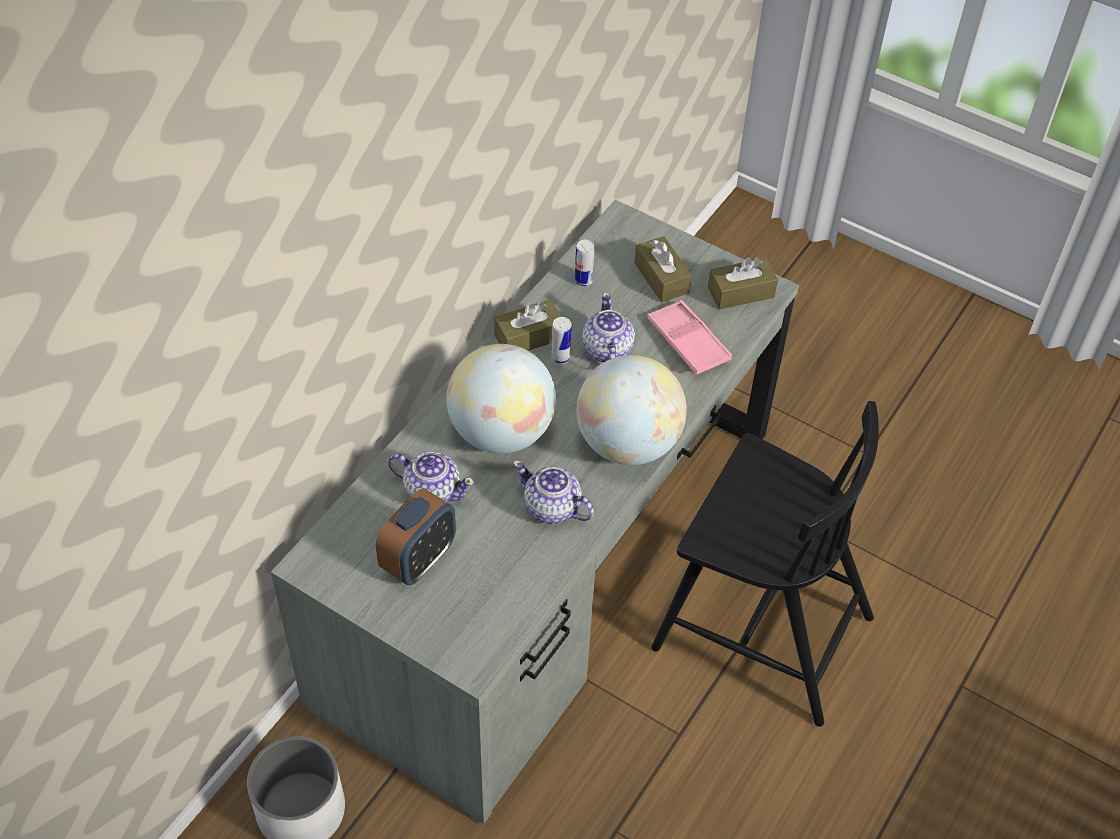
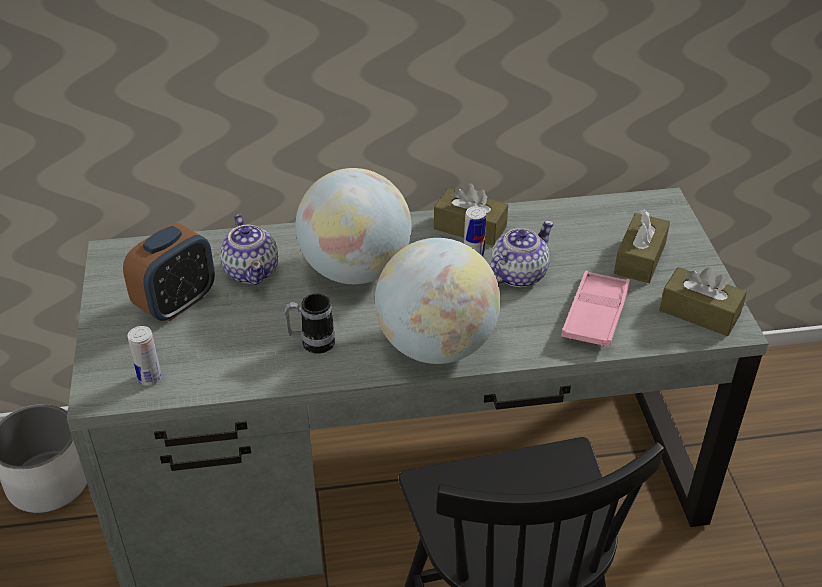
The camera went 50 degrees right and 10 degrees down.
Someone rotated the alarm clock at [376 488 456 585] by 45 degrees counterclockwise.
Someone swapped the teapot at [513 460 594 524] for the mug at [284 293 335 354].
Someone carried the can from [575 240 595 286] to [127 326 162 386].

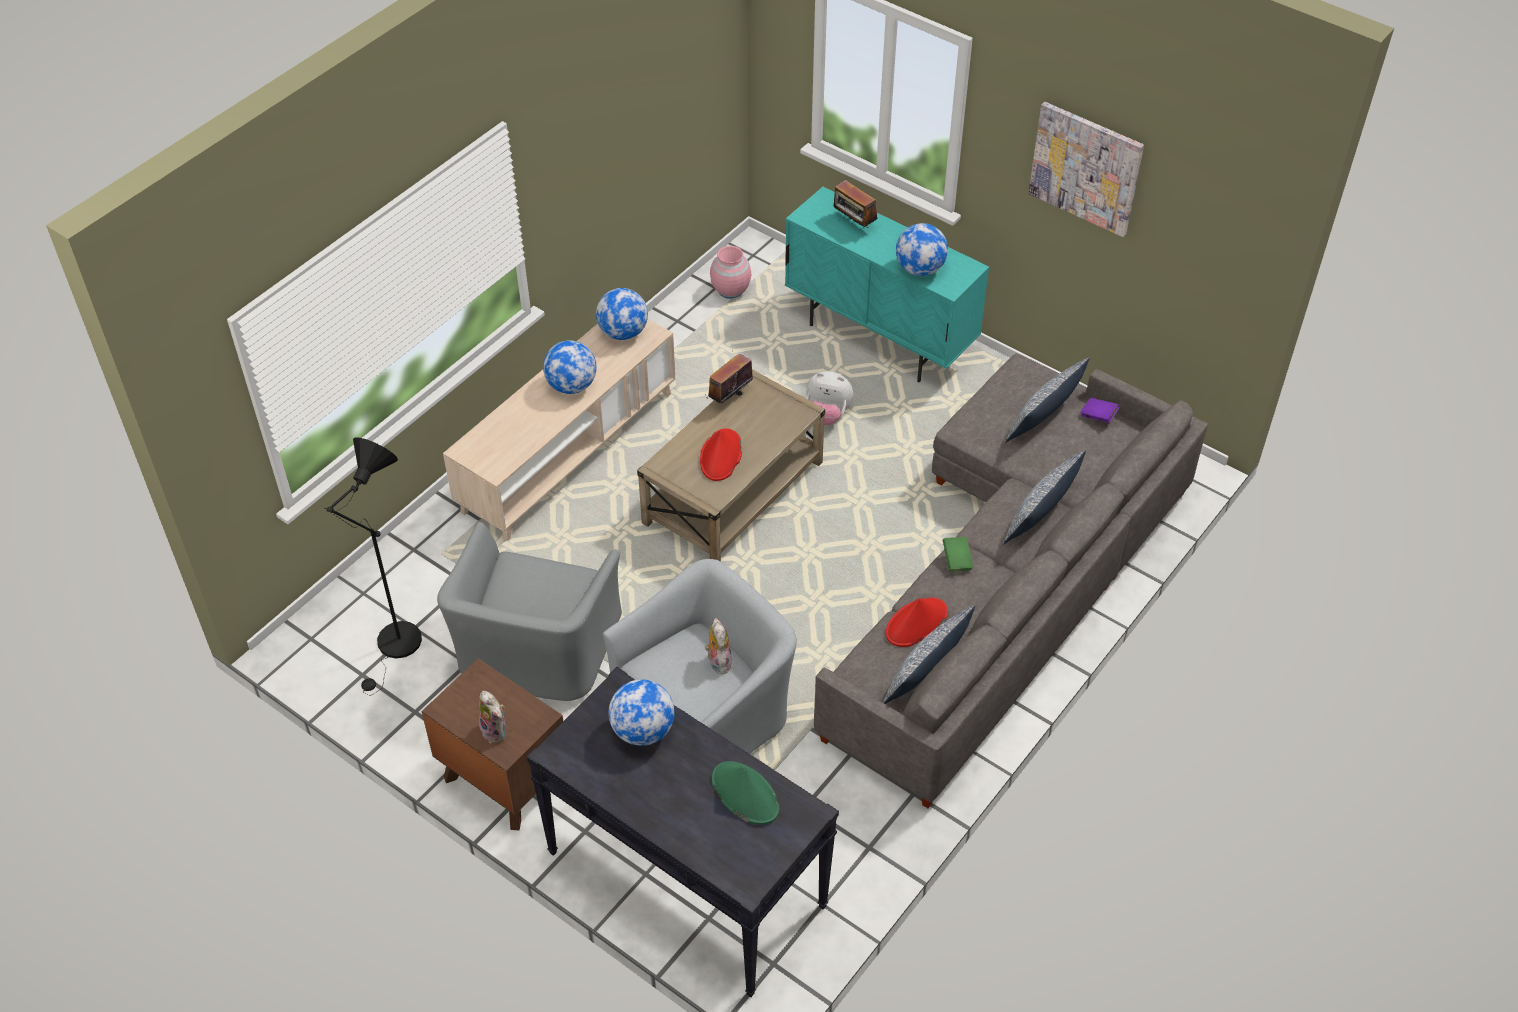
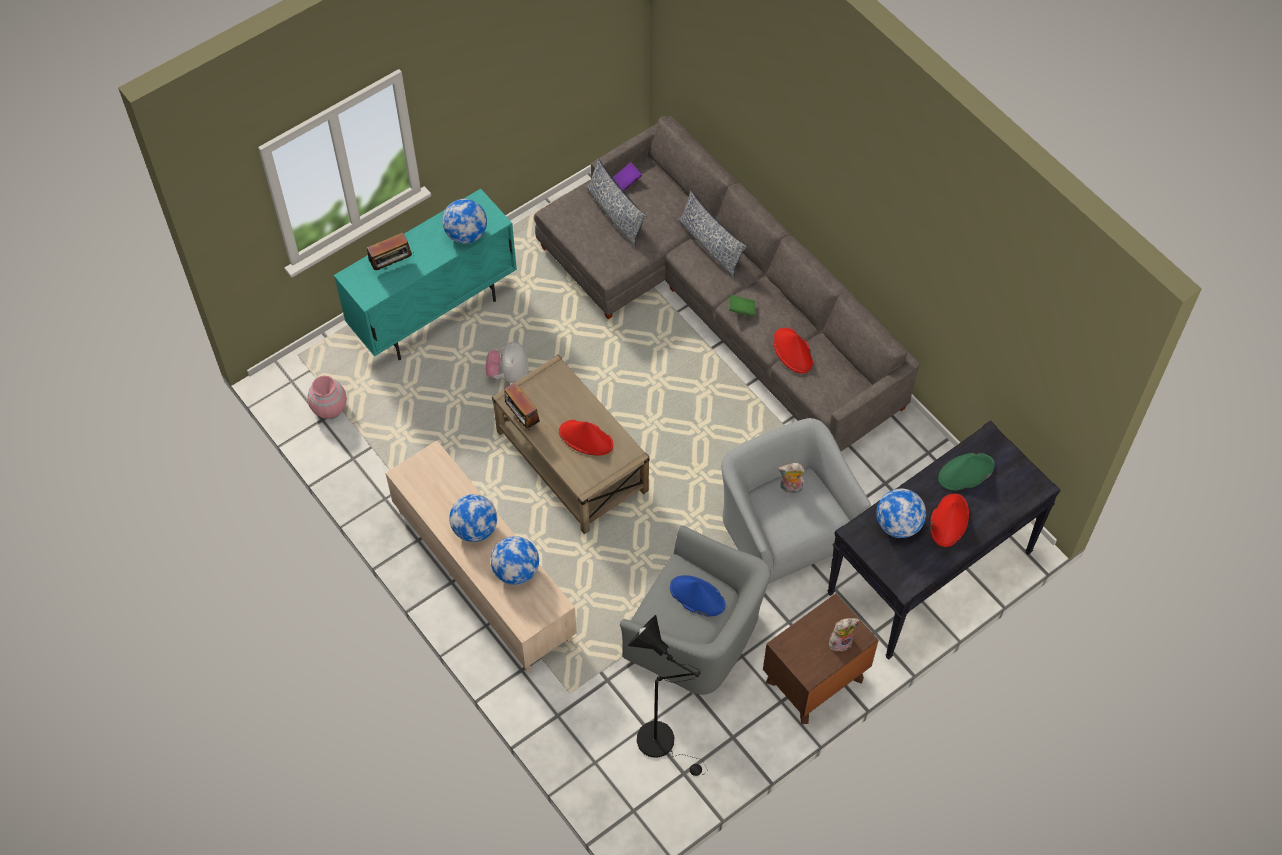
The camera went 75 degrees left and 10 degrees up.
Someone carried the globe from [596 288 648 340] to [491 536 539 585].
Someone rotated the plush toy at [806 371 853 426] by 150 degrees clockwise.
Someone took away the pillow at [883 605 975 704].
Someone took away the picture at [1028 102 1144 237].
Someone put down the blue hat at [670 575 725 617].
Someone put down the red hat at [930 494 969 547].

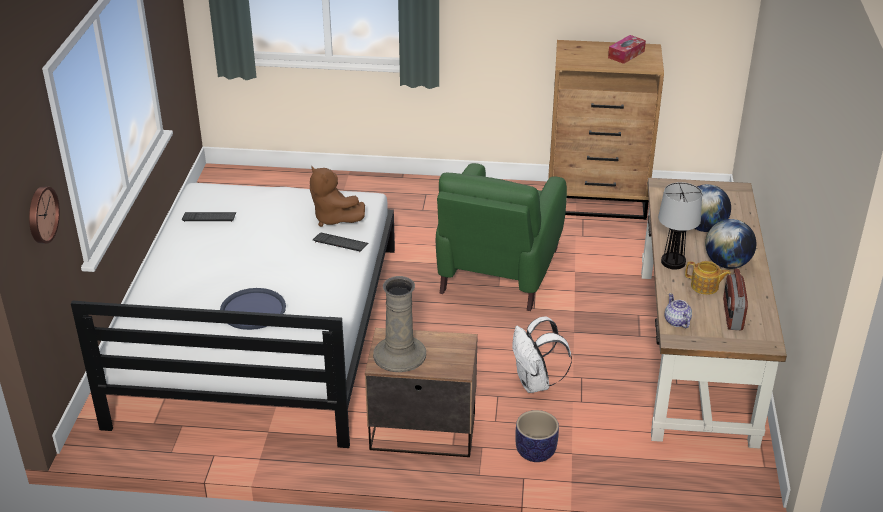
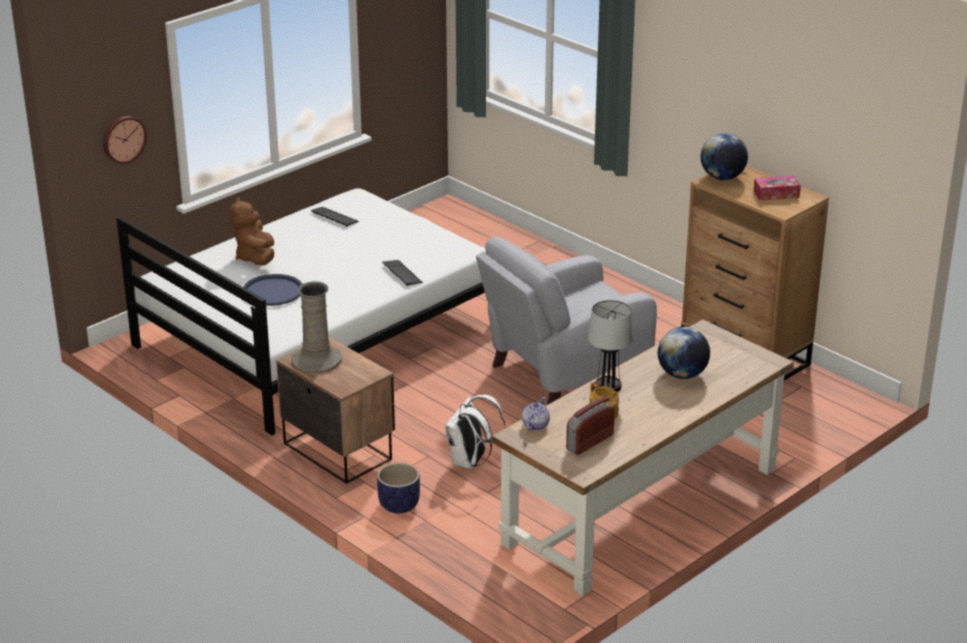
The camera went 40 degrees right and 5 degrees down.
Someone carried the brown plush toy from [310 167 365 227] to [230 197 274 265].
Someone repainted the green armchair at [436 163 567 311], which became the grey armchair at [476 236 657 405].
Someone carried the globe from [705 219 756 269] to [701 133 748 180].

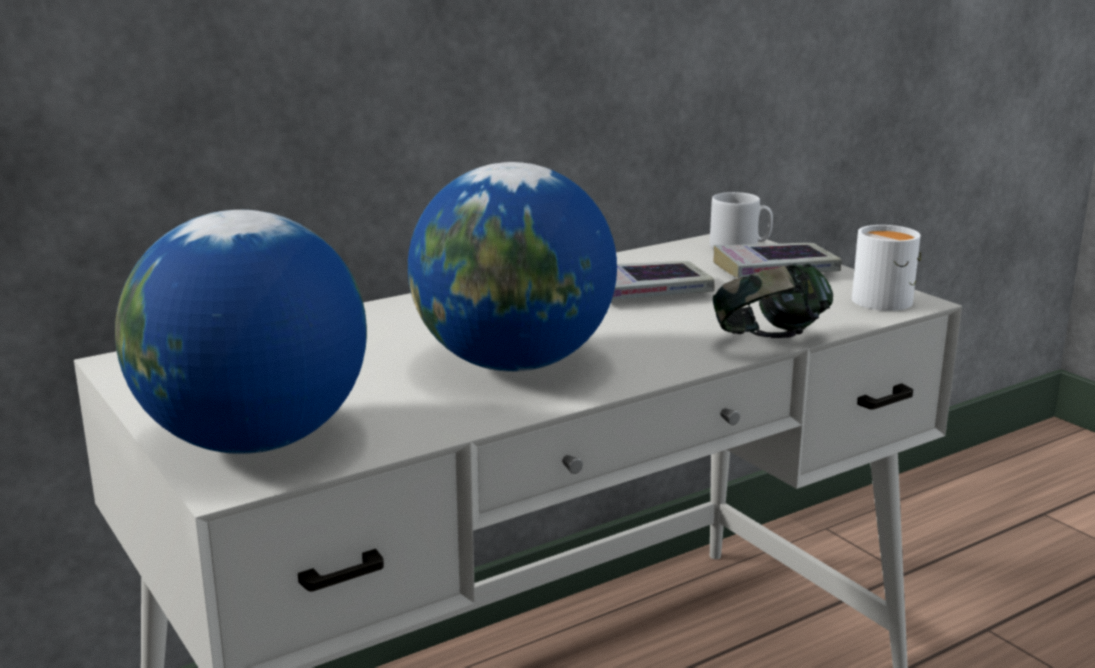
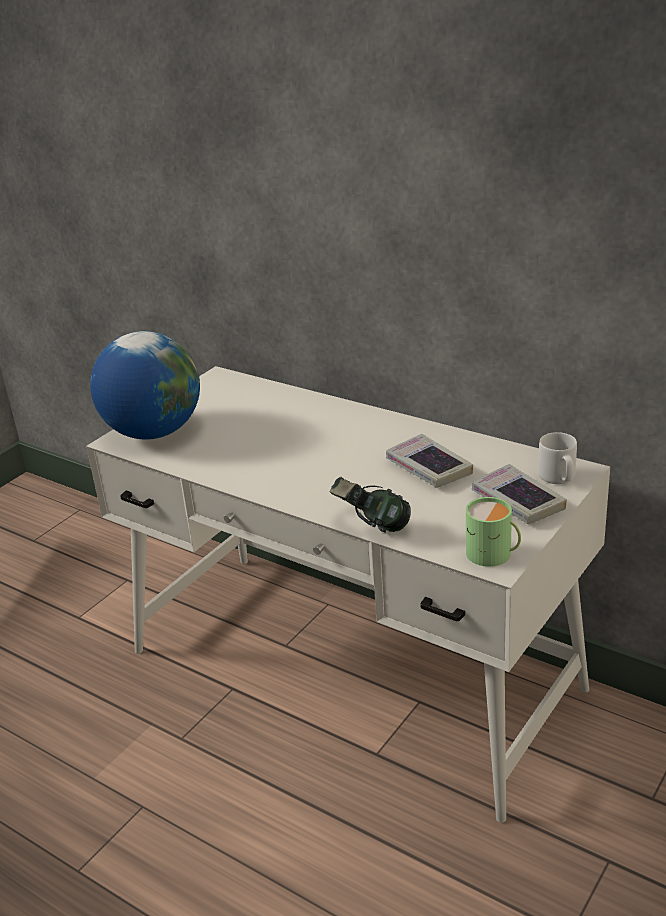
The camera went 70 degrees right and 10 degrees up.
Someone took away the globe at [408 162 617 372].
Someone repainted the white mug at [852 225 921 311], which became the green mug at [466 497 521 567].

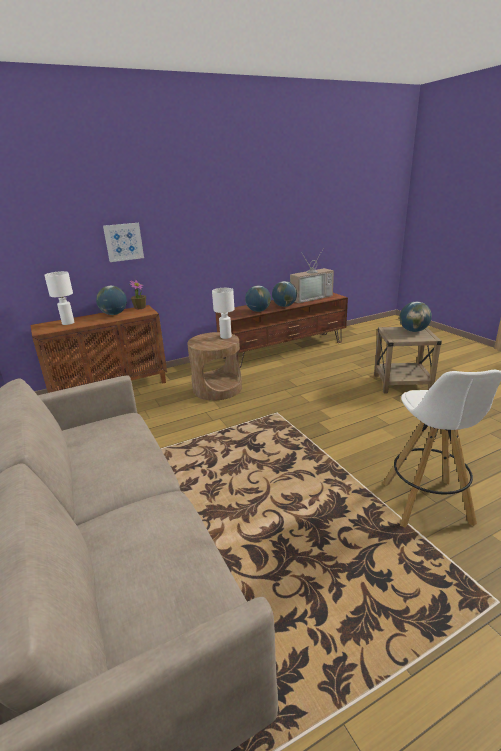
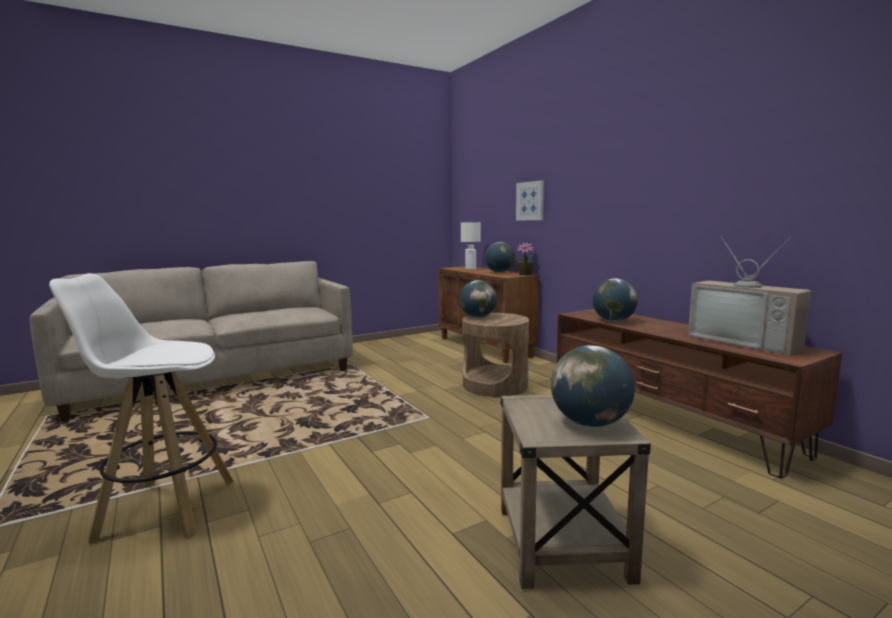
The camera went 85 degrees right and 15 degrees down.
Someone took away the white table lamp at [212 288 234 339].
Someone carried the globe from [272 281 297 307] to [459 280 497 318].

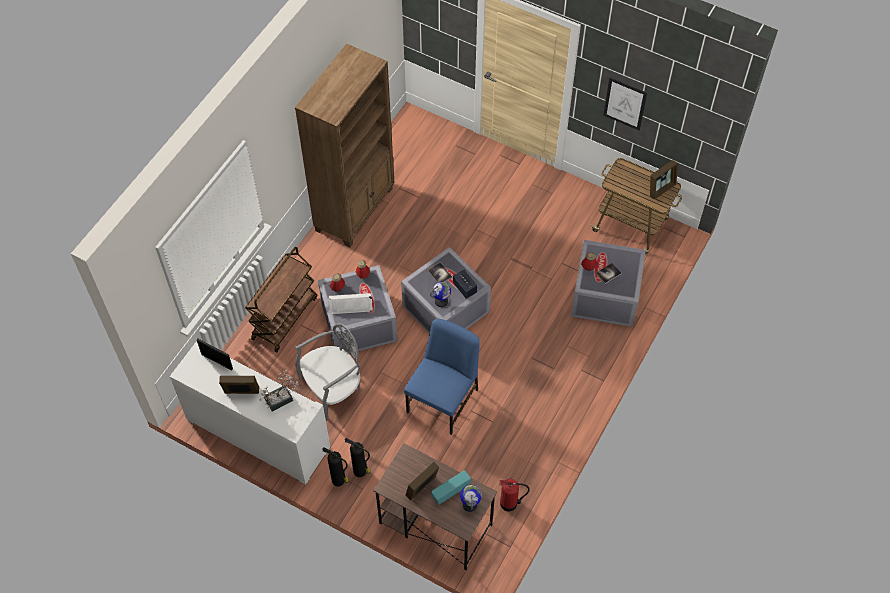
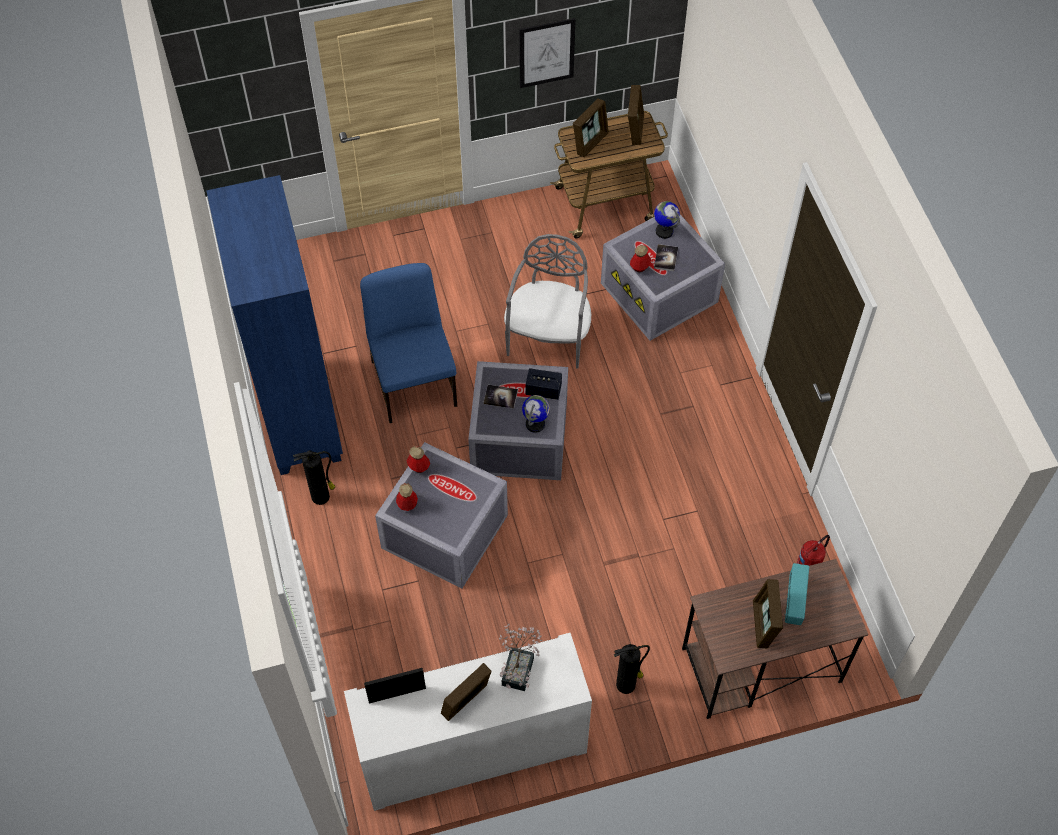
The camera went 45 degrees left and 0 degrees up.
Someone took away the brown cart at [245 247 317 352].
Someone repainted the brown bookcase at [295 44 394 248], which became the blue bookcase at [206 175 343 475].
Someone carried the grey chair from [295 324 360 421] to [504 234 591 369].
Someone carried the fire extinguisher from [322 447 349 486] to [293 450 335 505].
Someone took away the white speaker at [328 293 373 314].
Someone carried the blue chair from [404 319 480 435] to [360 263 457 423].
Someone carried the globe from [460 485 482 512] to [654 201 680 239].
Someone put down the picture frame at [573 98 609 157].

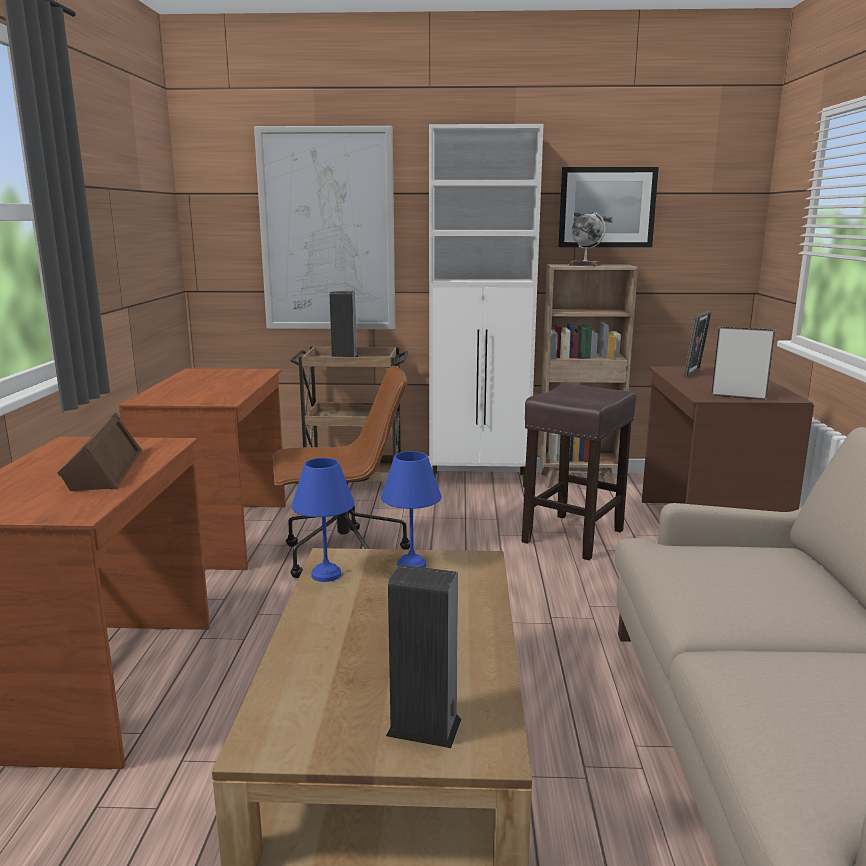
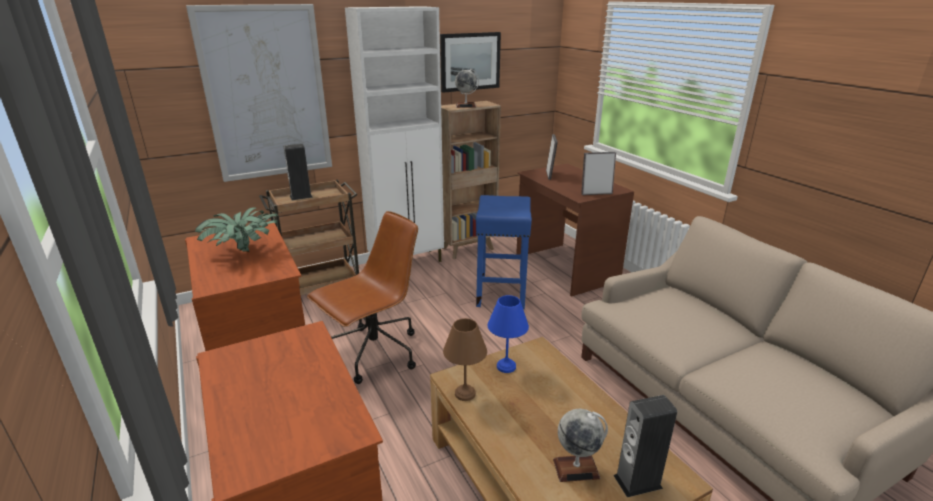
The camera went 30 degrees left and 10 degrees up.
Someone took away the brown speaker at [57 412 143 491].
Someone repainted the blue table lamp at [292 458 355 582], which became the brown table lamp at [443 318 487 401].
Someone repainted the brown stool at [522 383 636 560], which became the blue stool at [476 195 532 309].
Someone put down the potted plant at [195 207 279 252].
Someone put down the globe at [553 409 608 482].

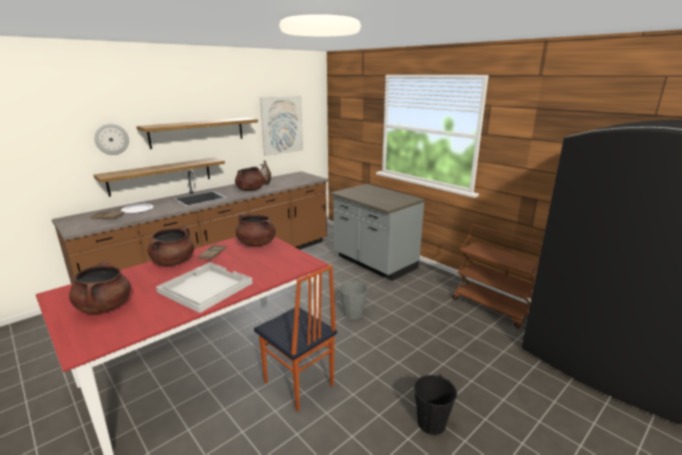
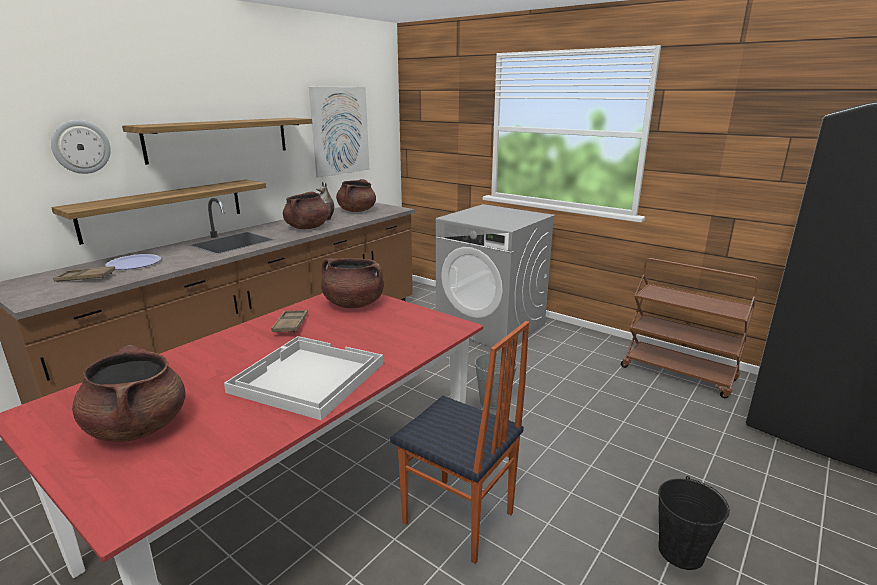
The camera went 10 degrees left and 0 degrees up.
Someone carried the brown cooking pot from [147 227 194 266] to [336 179 376 212].
Someone swapped the grey counter at [330 184 425 281] for the grey washing machine at [436 204 555 352].

